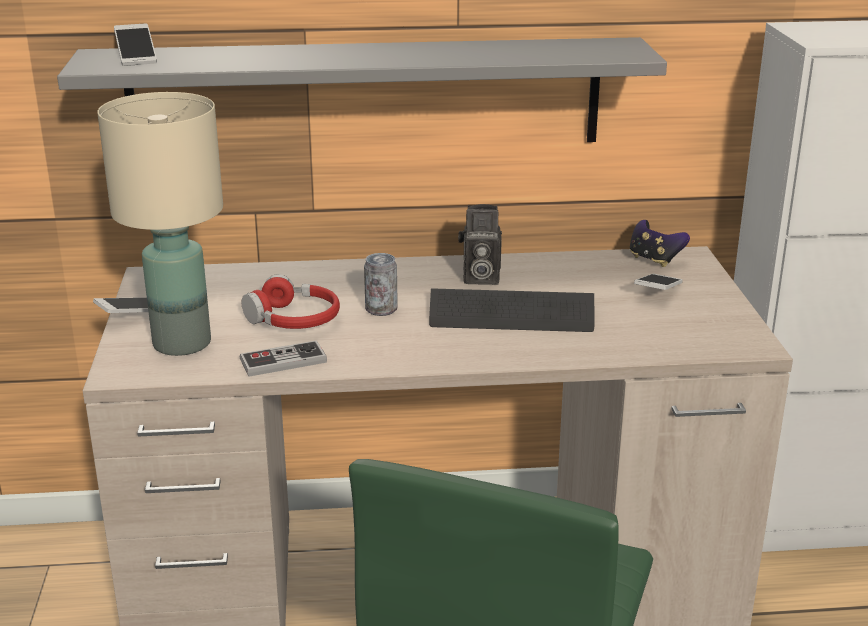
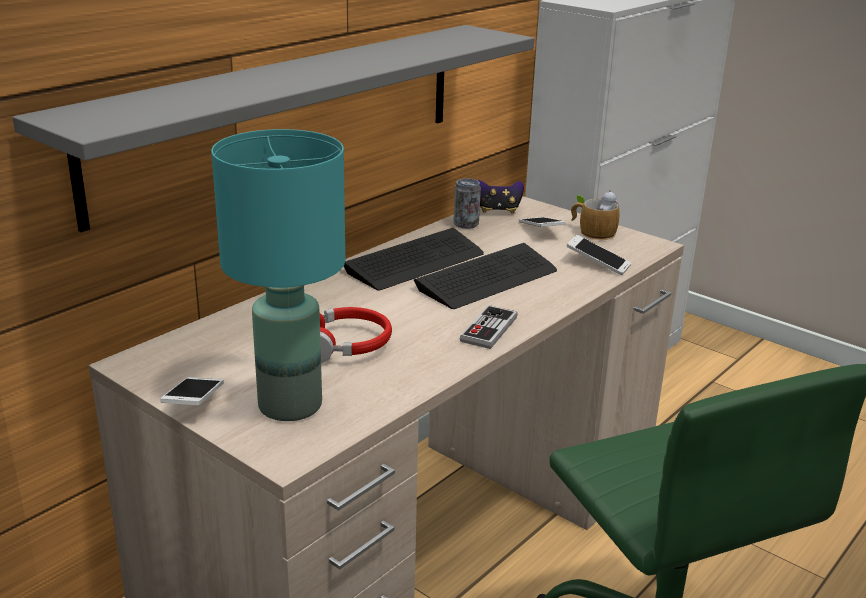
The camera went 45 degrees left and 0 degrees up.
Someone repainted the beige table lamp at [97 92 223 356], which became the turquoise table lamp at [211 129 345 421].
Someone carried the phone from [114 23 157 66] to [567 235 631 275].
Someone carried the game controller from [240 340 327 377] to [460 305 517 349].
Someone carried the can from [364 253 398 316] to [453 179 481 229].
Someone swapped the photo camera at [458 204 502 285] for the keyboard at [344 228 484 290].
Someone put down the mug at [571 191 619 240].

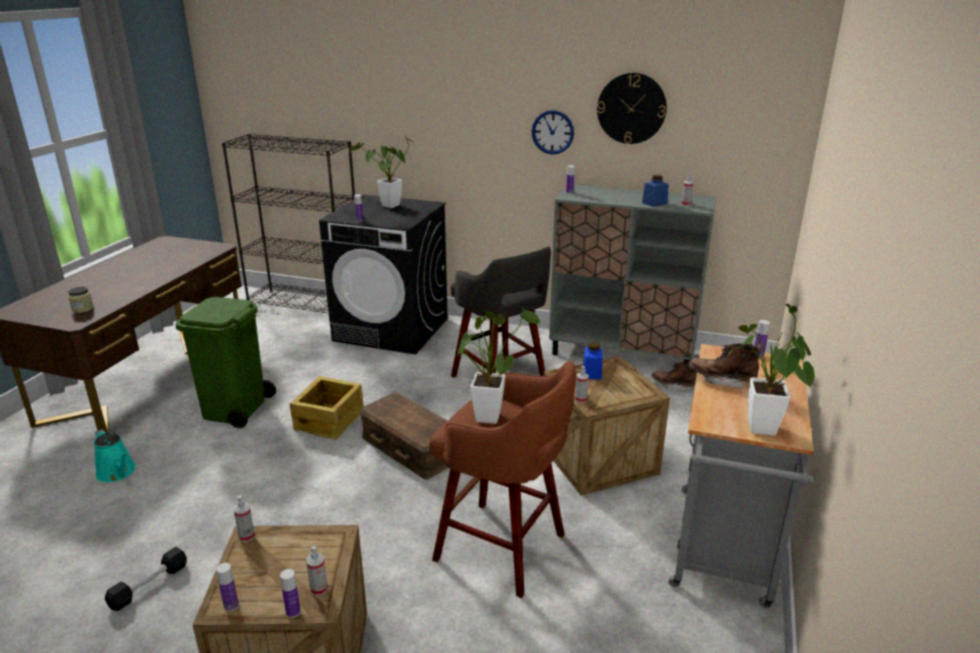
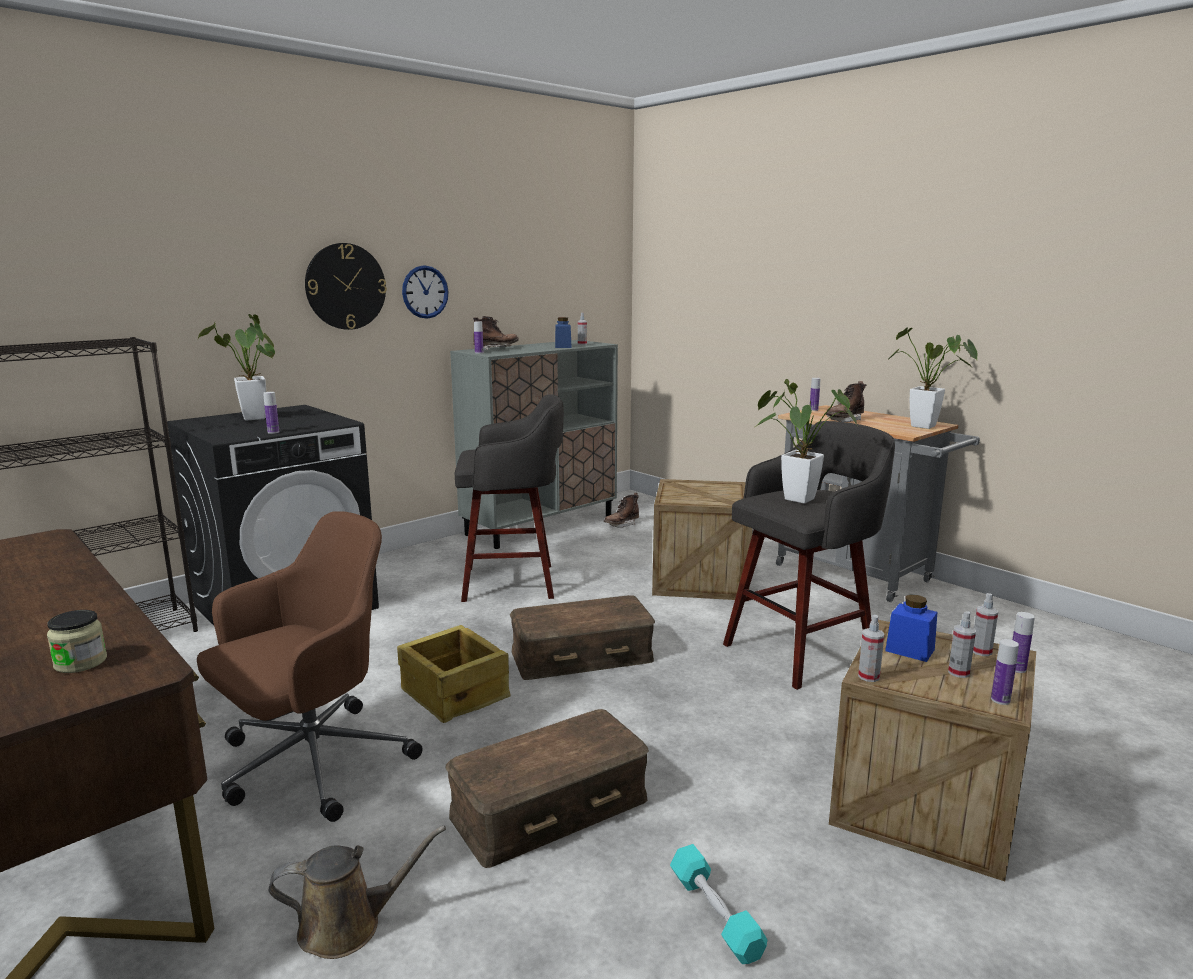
The camera went 60 degrees left and 10 degrees down.
Someone repainted the turquoise watering can at [94 429 135 482], which became the brown watering can at [269 826 446 959].
Someone repainted the black dumbbell at [105 547 187 611], which became the turquoise dumbbell at [670 844 767 964].
Someone swapped the green trash can at [175 297 276 428] for the brown office chair at [197 511 423 822].
Someone repainted the brown stool at [429 361 576 598], which became the grey stool at [723 421 895 690].
Someone carried the spray bottle from [575 366 589 403] to [948 612 976 678].
Someone carried the blue jar from [583 342 603 380] to [885 594 937 662].
Someone carried the wall clock from [597 73 667 144] to [305 243 387 330].
Someone put down the brown storage box at [445 709 649 868].
Someone put down the brown boot at [473 316 518 350].

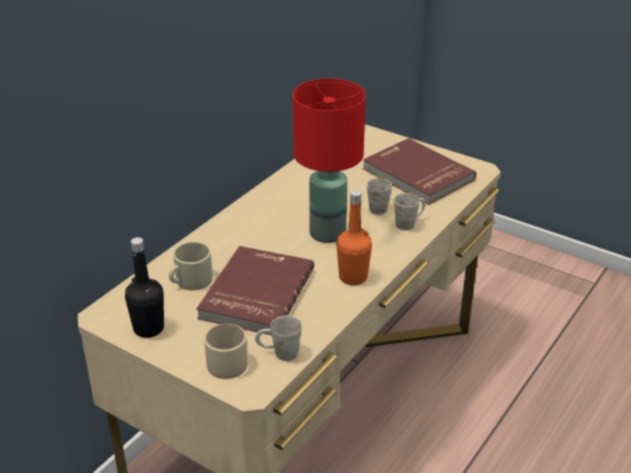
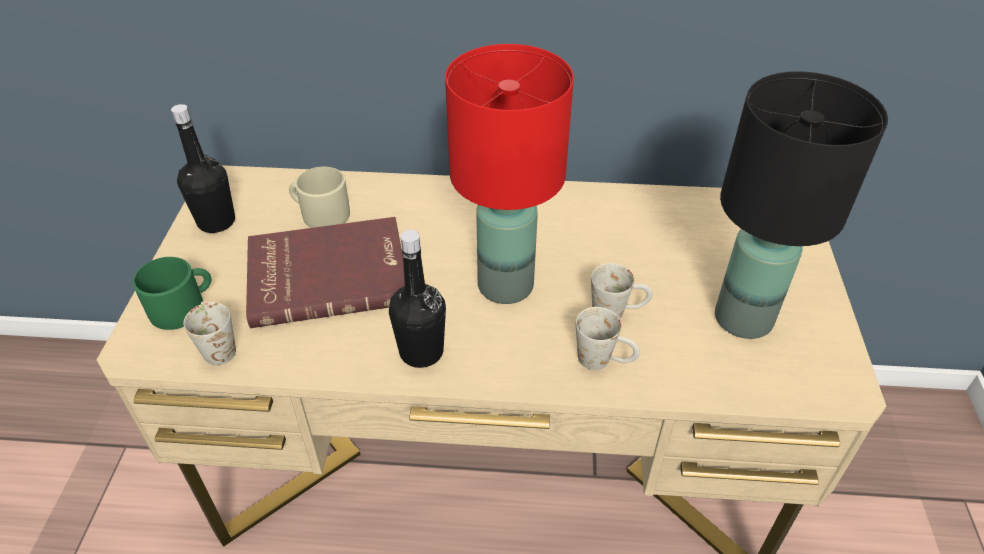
The camera went 60 degrees right and 10 degrees up.
Someone repainted the beige mug at [204 324 248 379], which became the green mug at [133 257 211 330].
Someone repainted the orange bottle at [337 190 372 285], which became the black bottle at [389 230 446 368].
Someone swapped the red book at [362 138 476 205] for the black table lamp at [715 71 888 339].

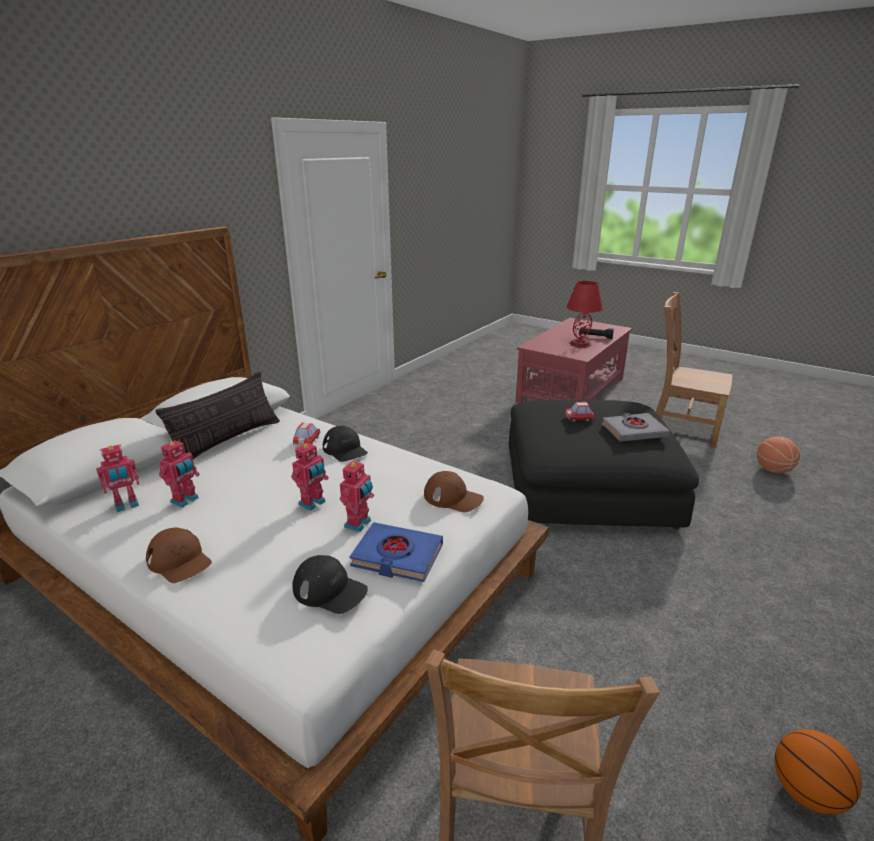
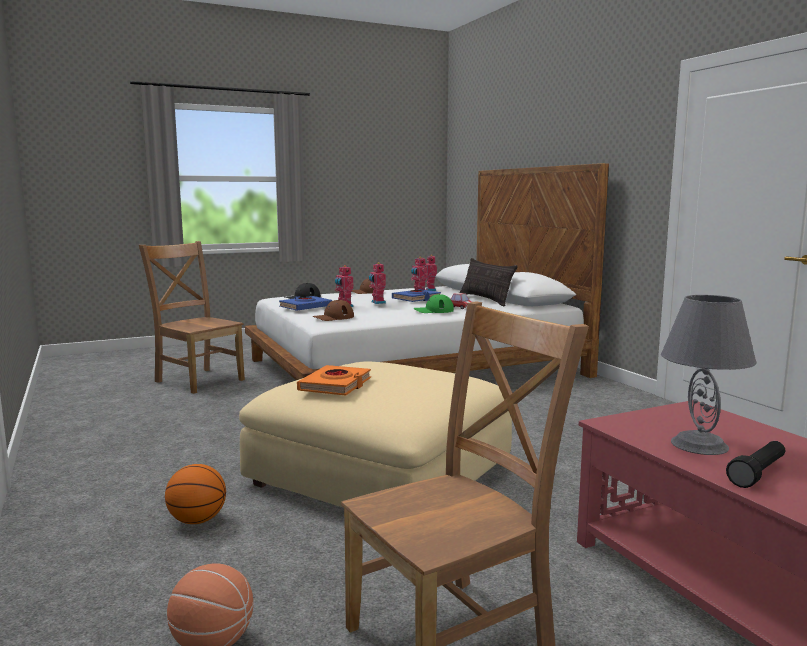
The camera went 120 degrees right and 15 degrees down.
Someone repainted the black cap at [323 426 368 462], which became the green cap at [414 294 454 313].
Someone repainted the black ottoman at [509 399 699 529], which became the beige ottoman at [239 361 512 508].
Someone took away the toy car at [565 402 594 422].
Someone repainted the red table lamp at [566 281 603 347], which became the grey table lamp at [661 295 757 455].
Someone repainted the grey book at [602 413 670 442], which became the orange book at [297 365 371 396].
Someone carried the basketball from [775 729 862 815] to [165 464 226 524].
Someone put down the blue book at [392 289 441 302].

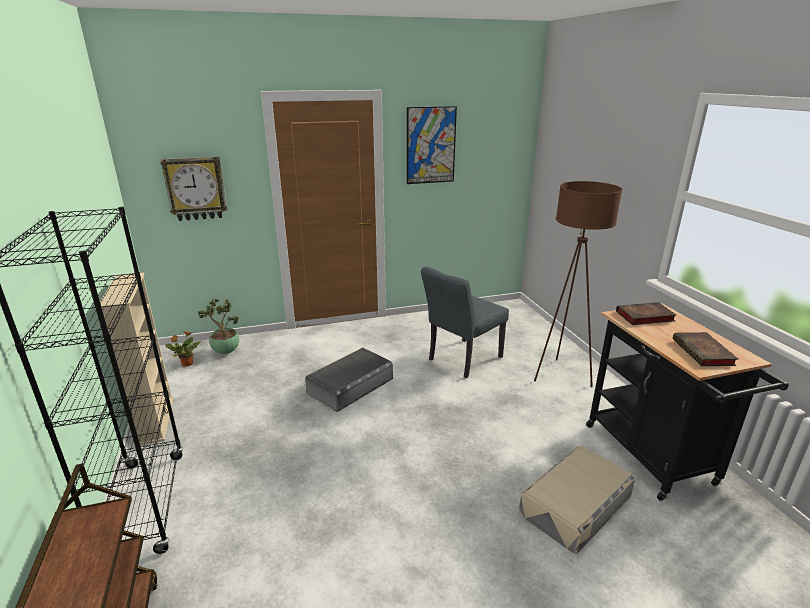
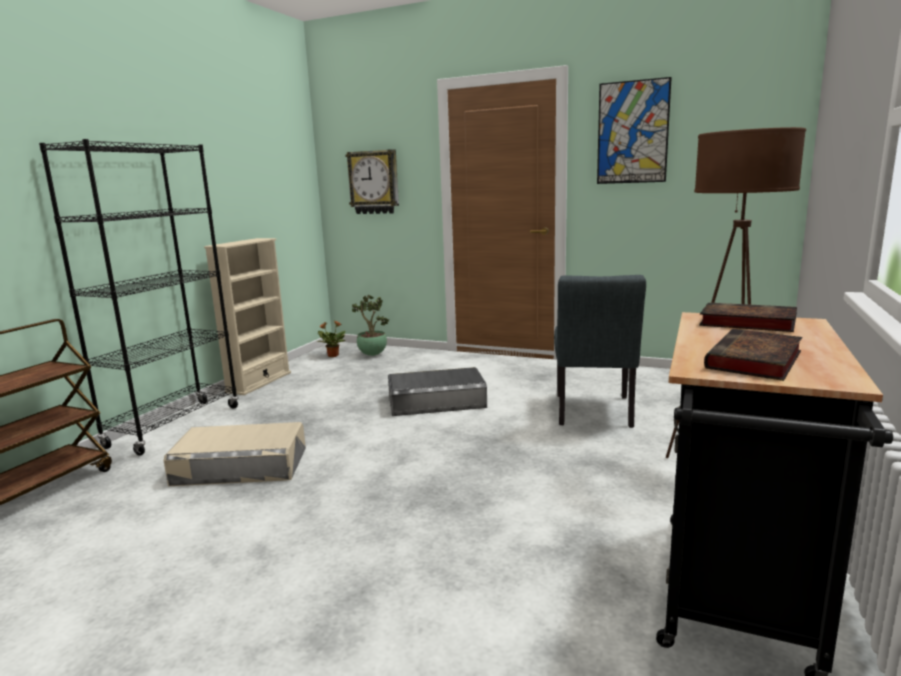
The camera went 40 degrees right and 10 degrees down.
Someone rotated the grey chair at [421 266 509 378] by 75 degrees counterclockwise.
Someone carried the beige storage box from [519 446 635 555] to [163 422 306 486].

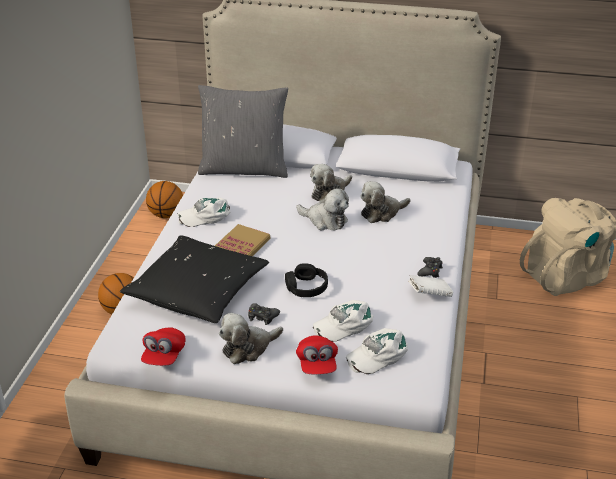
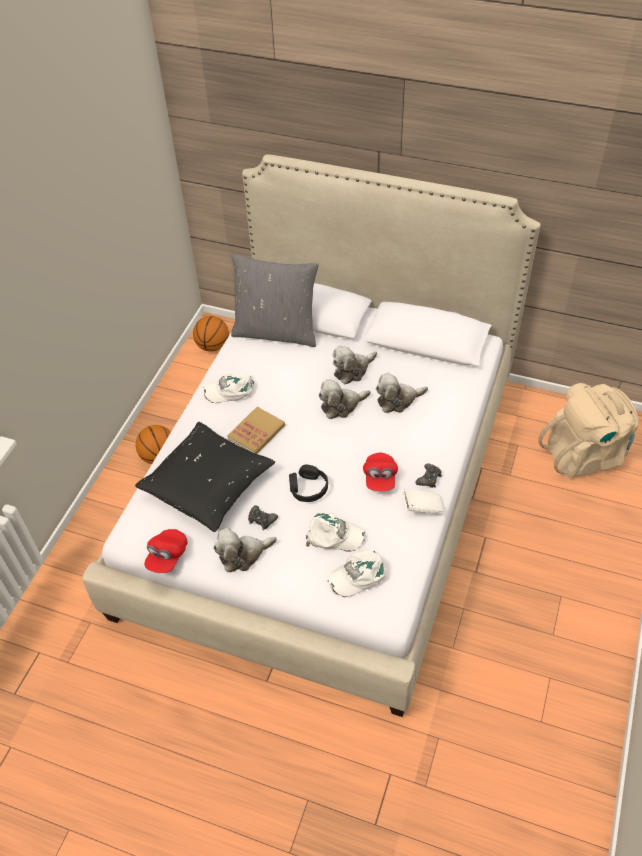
The camera went 10 degrees right and 15 degrees up.
Someone rotated the plush toy at [296 188 349 231] by 120 degrees clockwise.
Someone carried the red cap from [296 335 338 374] to [363 452 398 491].
Someone rotated the white cap at [313 300 374 342] by 150 degrees counterclockwise.

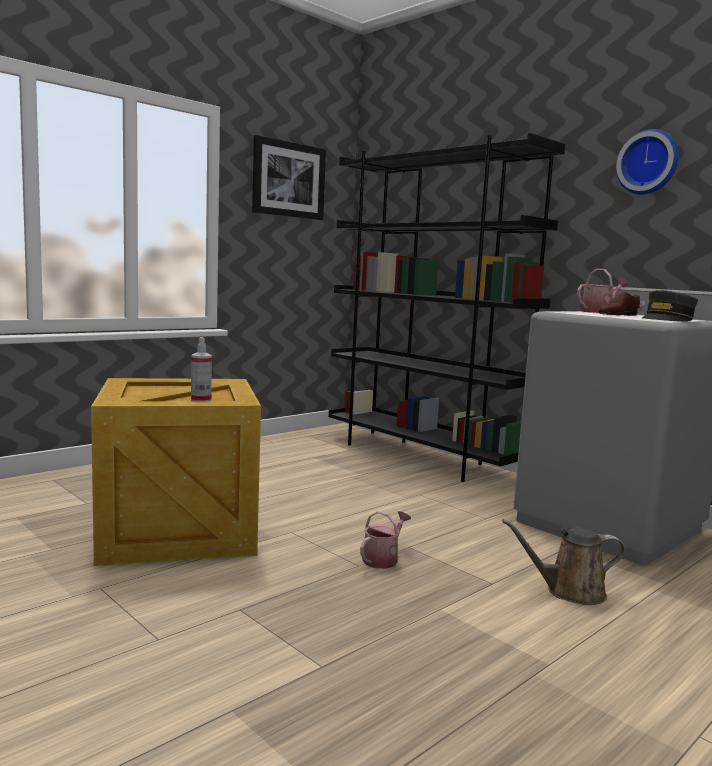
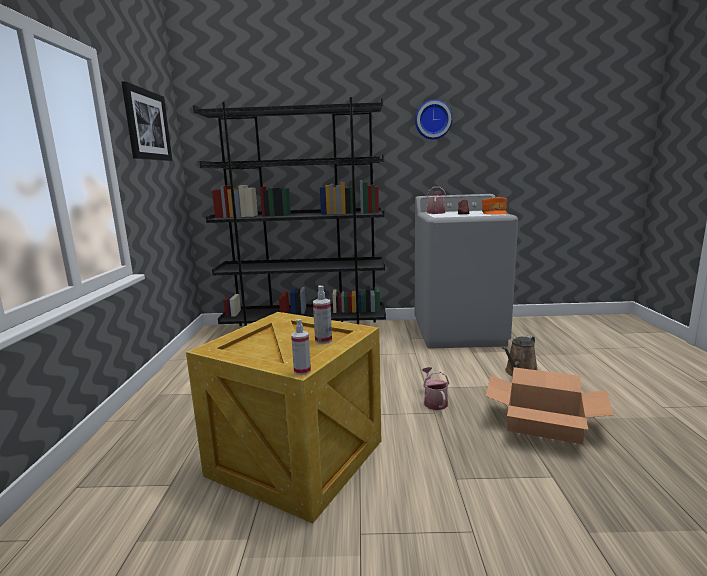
The camera went 45 degrees left and 5 degrees up.
Someone repainted the grey cap at [642 290 698 322], which became the orange cap at [482 197 508 214].
Someone put down the spray bottle at [291 319 311 375].
Someone put down the cardboard box at [486 367 614 444].

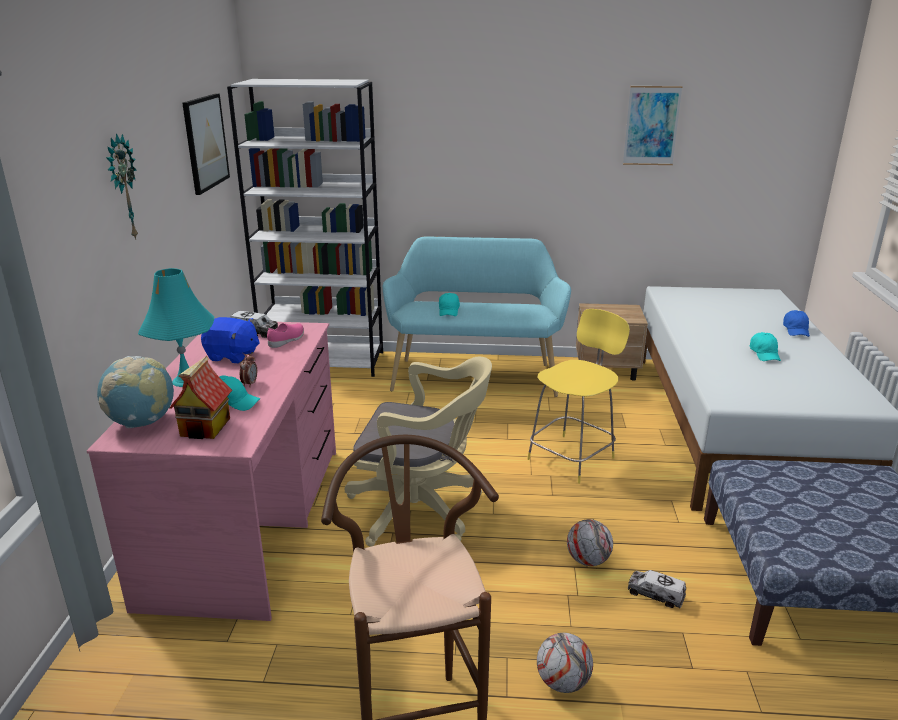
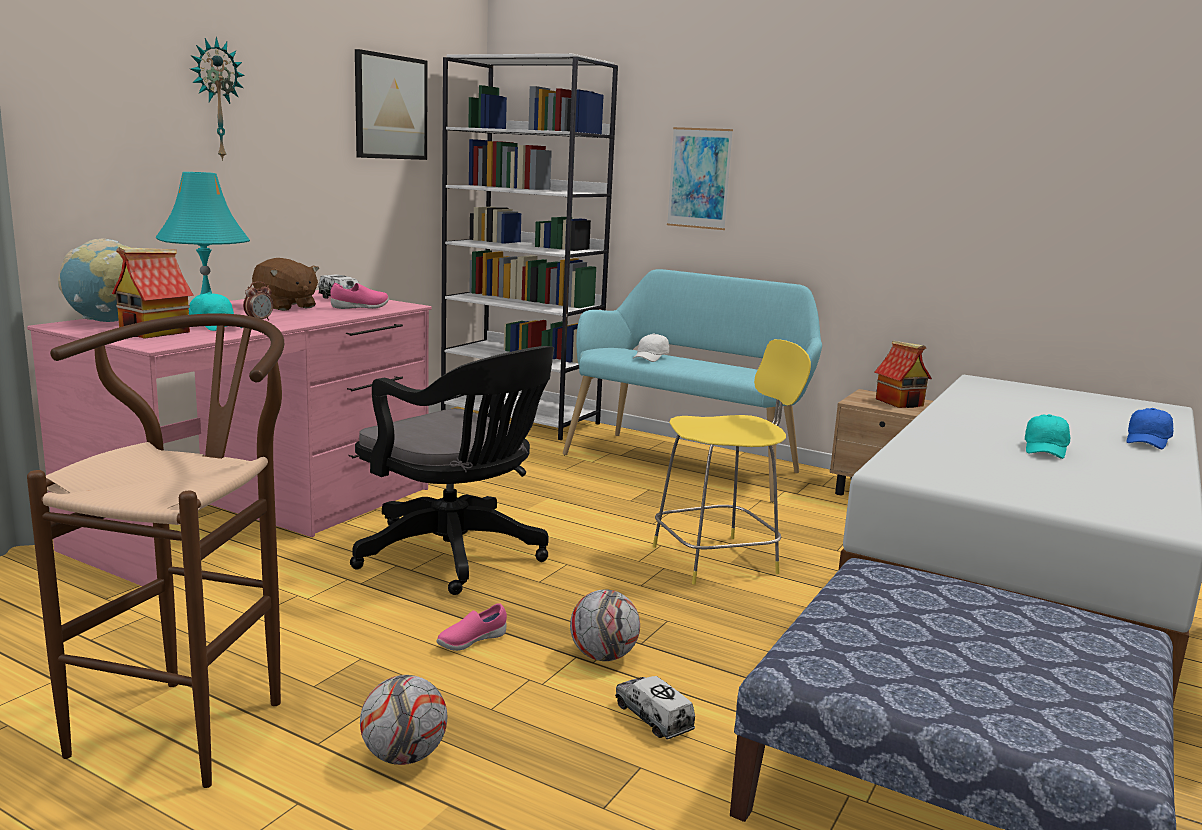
The camera went 25 degrees right and 10 degrees down.
Someone repainted the blue plush toy at [201 317 260 363], which became the brown plush toy at [252 258 319 311].
Someone repainted the beige office chair at [345 357 492 547], which became the black office chair at [350 346 554 595].
Someone repainted the turquoise cap at [439 293 460 316], which became the white cap at [633 334 669 362].
Someone carried the picture from [623 86 682 165] to [667 127 733 230].
Someone put down the pink shoe at [436 603 507 651].
Someone put down the toy house at [874 341 932 408].

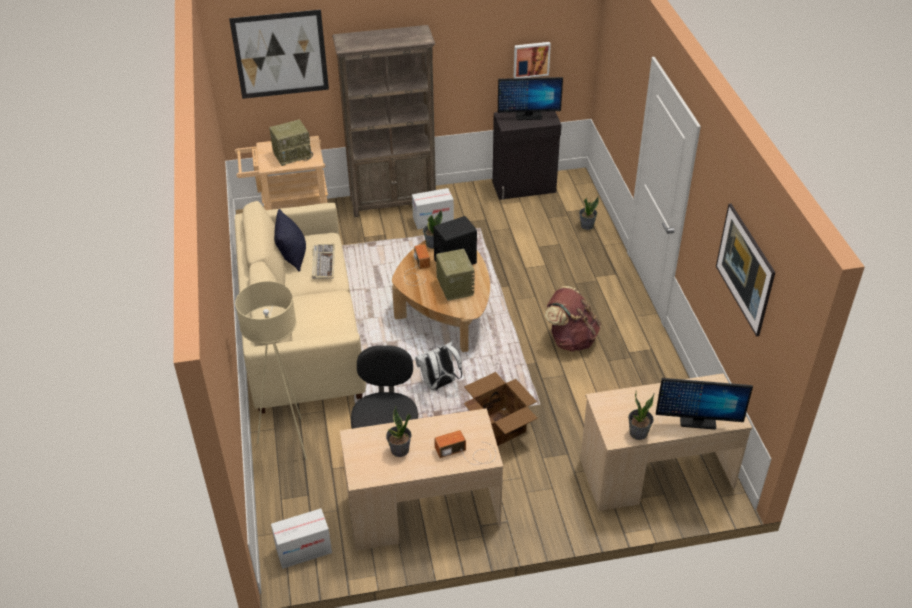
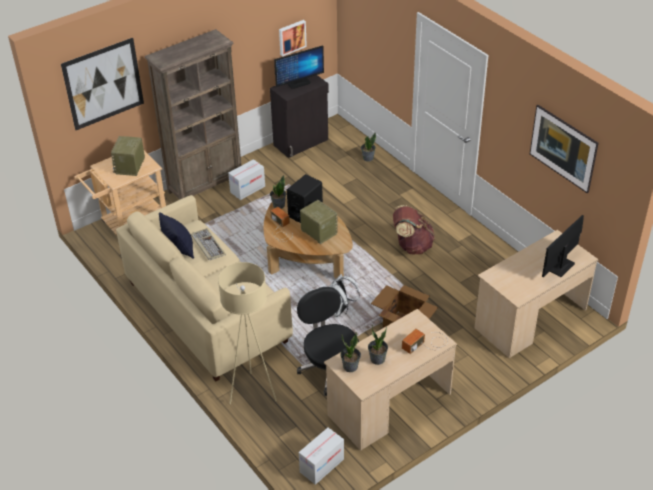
The camera went 25 degrees left and 0 degrees up.
Someone rotated the radio at [269 120 313 166] by 150 degrees clockwise.
Someone carried the potted plant from [628 391 654 440] to [340 332 361 372].
Someone rotated the monitor at [656 378 753 430] by 150 degrees clockwise.

